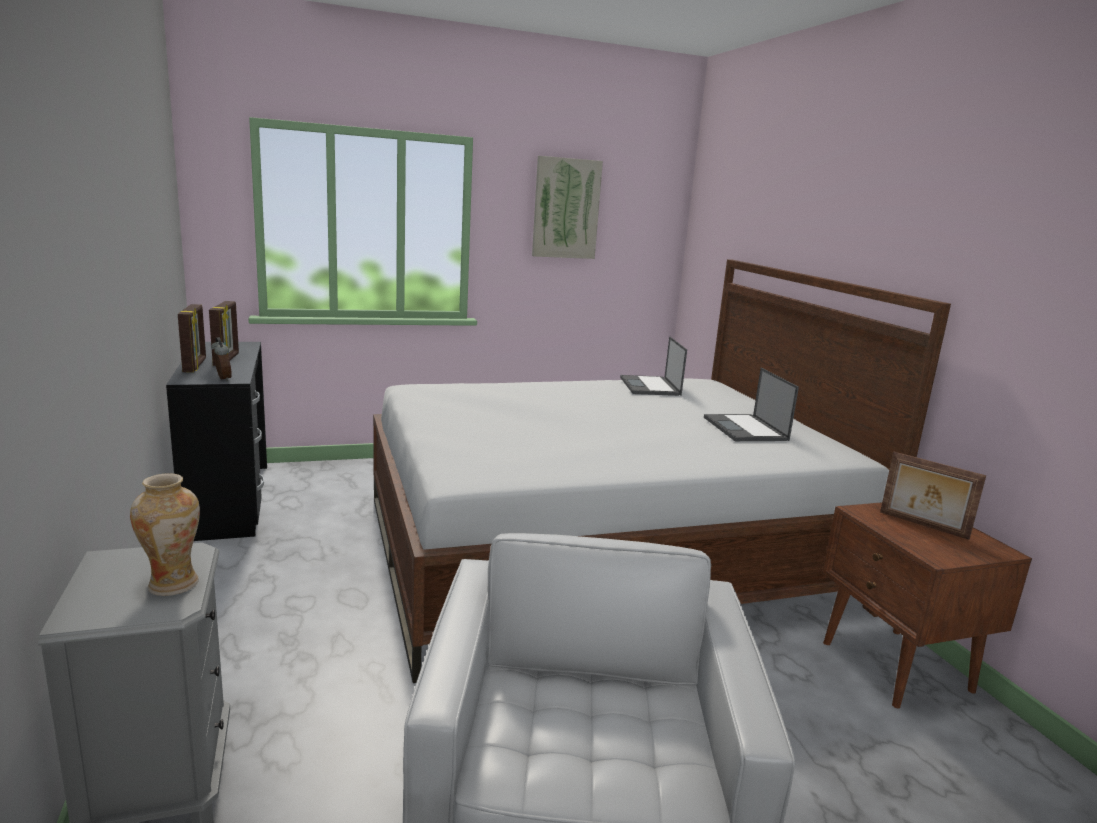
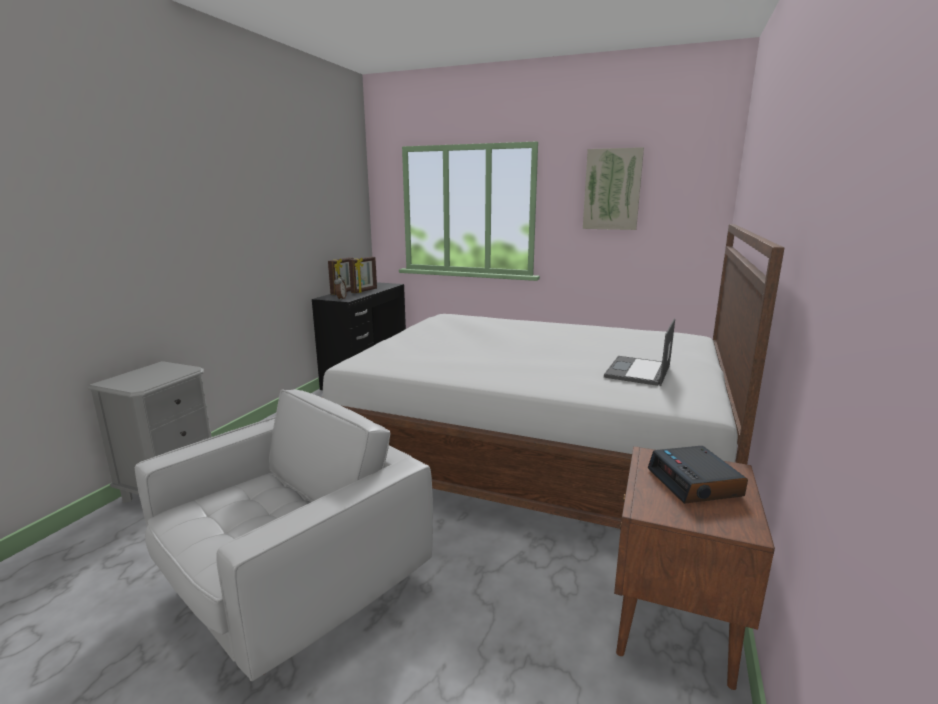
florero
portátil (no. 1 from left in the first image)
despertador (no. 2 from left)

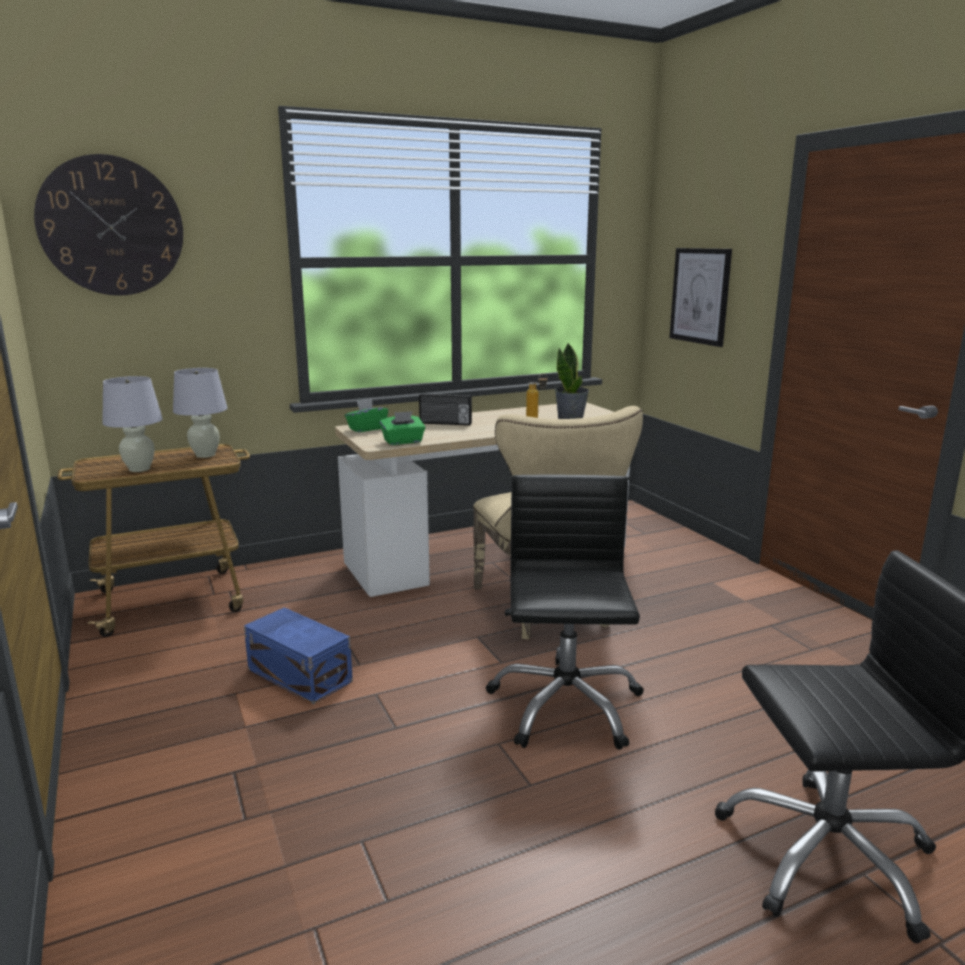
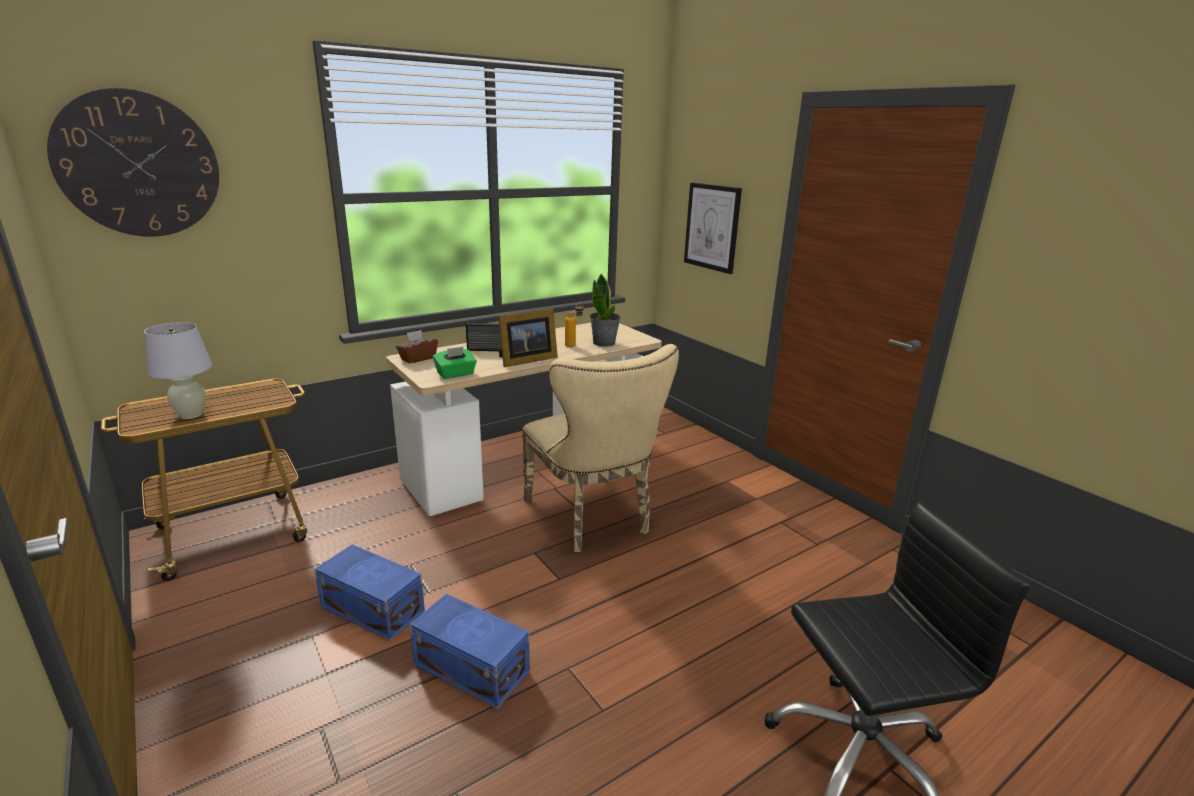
lámpara de mesa (blanco) (no. 2 from left in the first image)
silla de oficina (negro) (no. 1 from left in the first image)
caja de almacenaje (azul) (no. 2 from left)
portarretratos
caja de pañuelos (marrón)

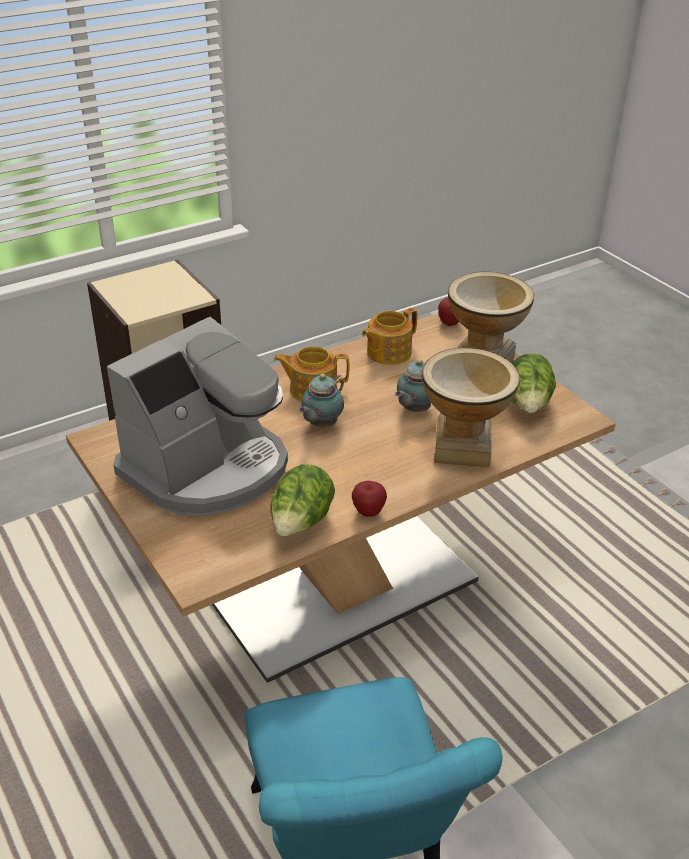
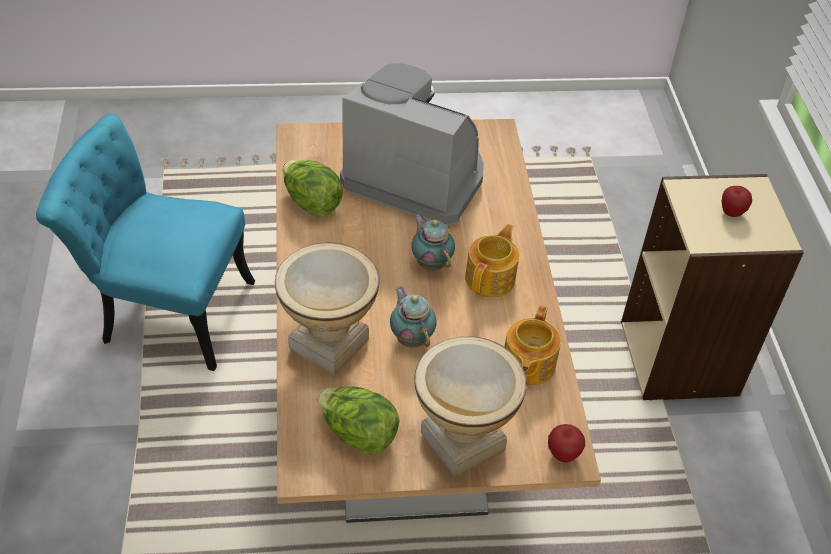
manzana (no. 2 from left)
cafetera
tetera (no. 4 from left)

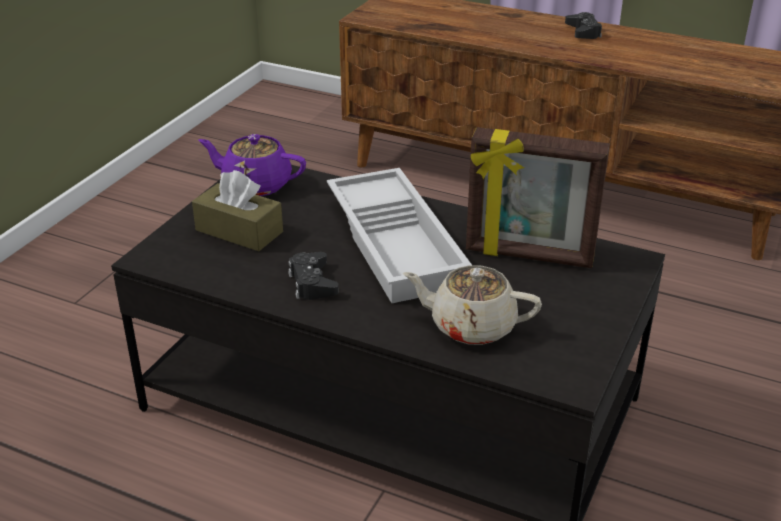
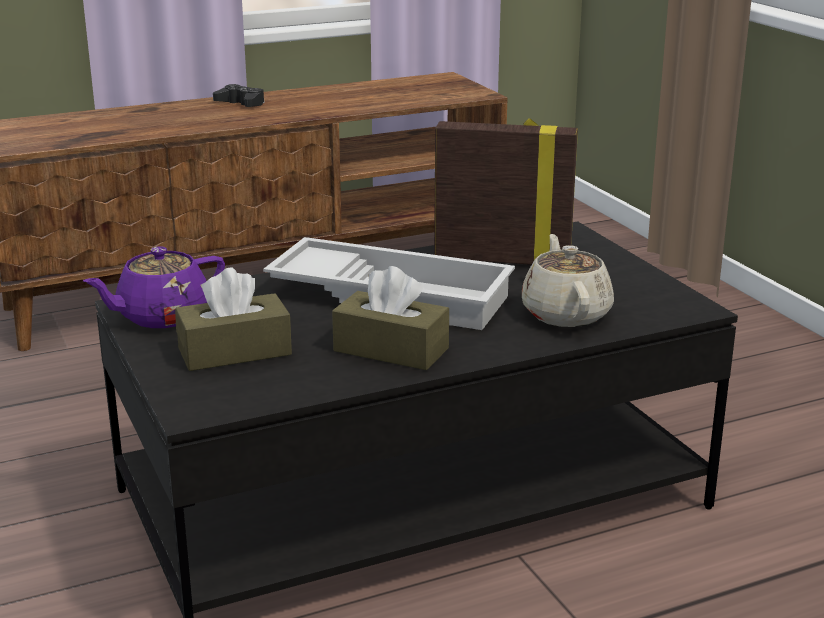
caja de pañuelos (marrón) (no. 2 from left)
tetera (beis)
portarretratos

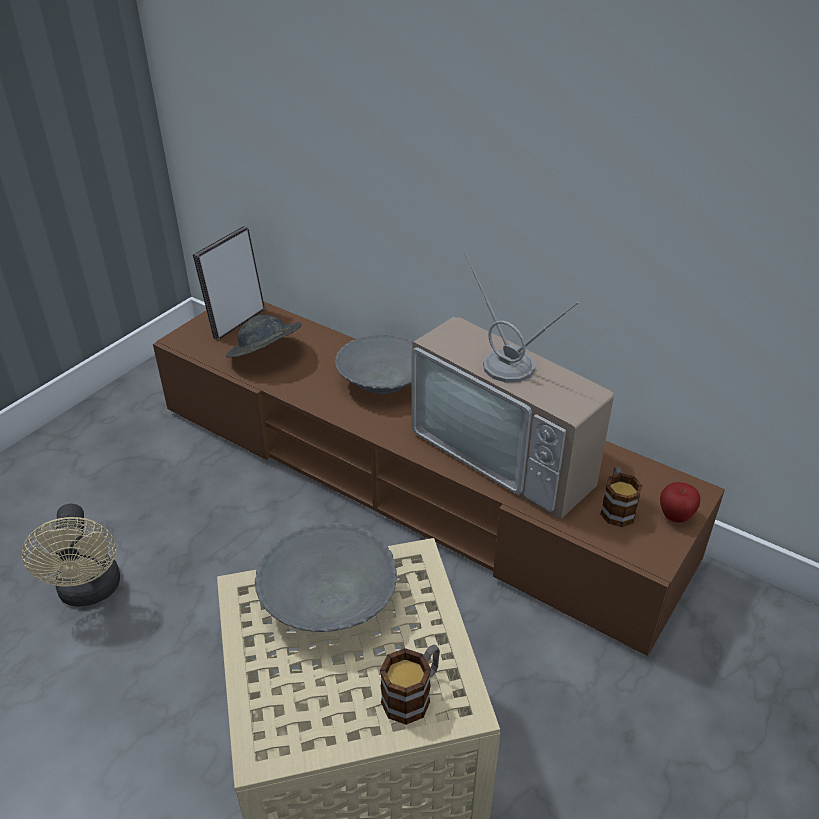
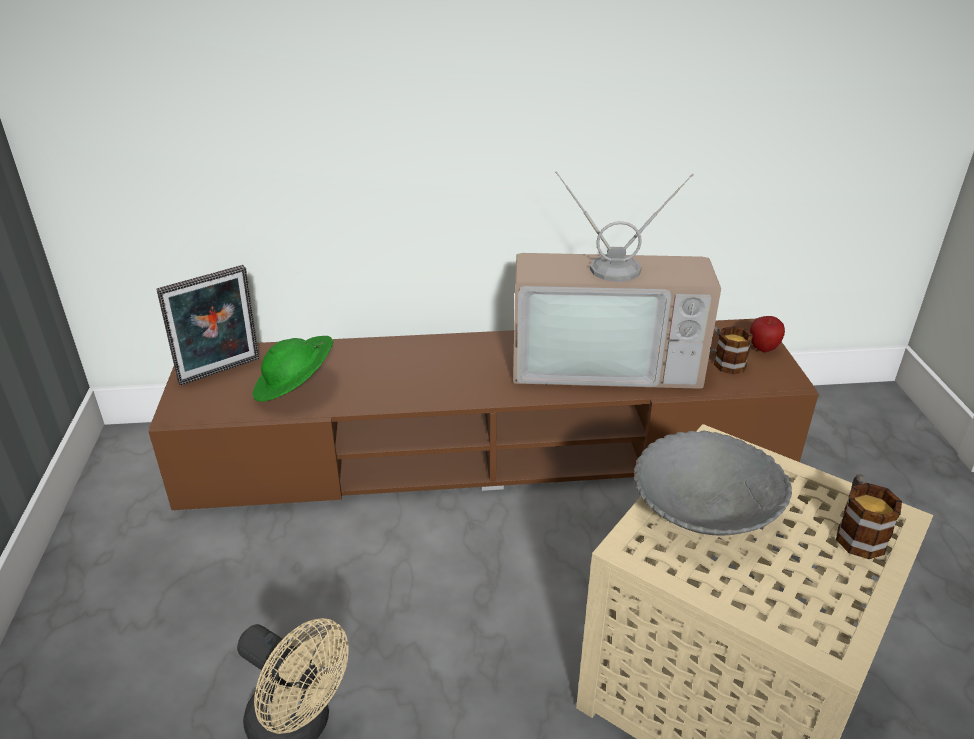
cuenco (gris) (no. 2 from left in the first image)
sombrero (verde)
portarretratos

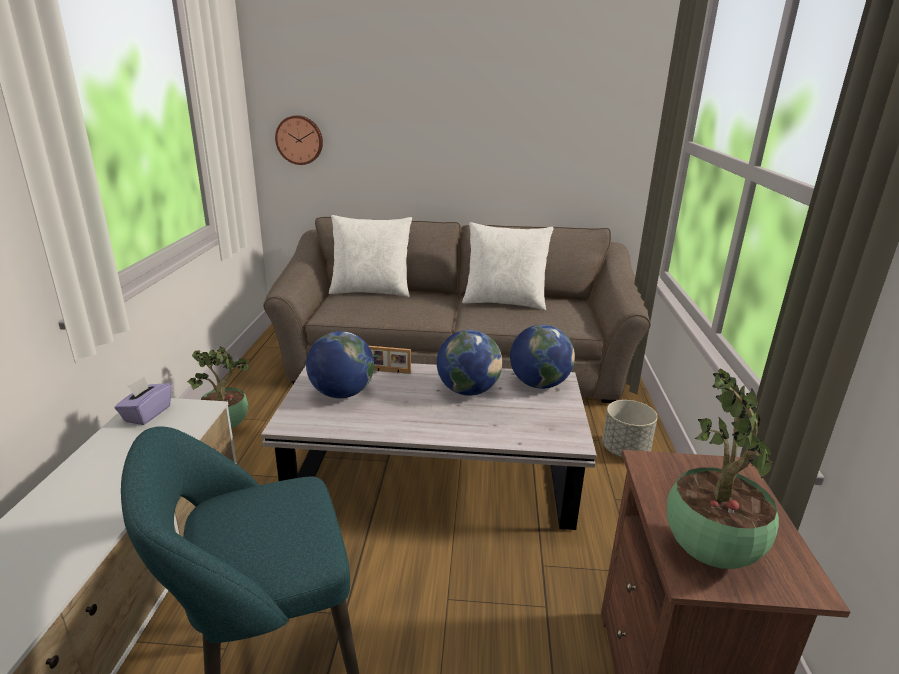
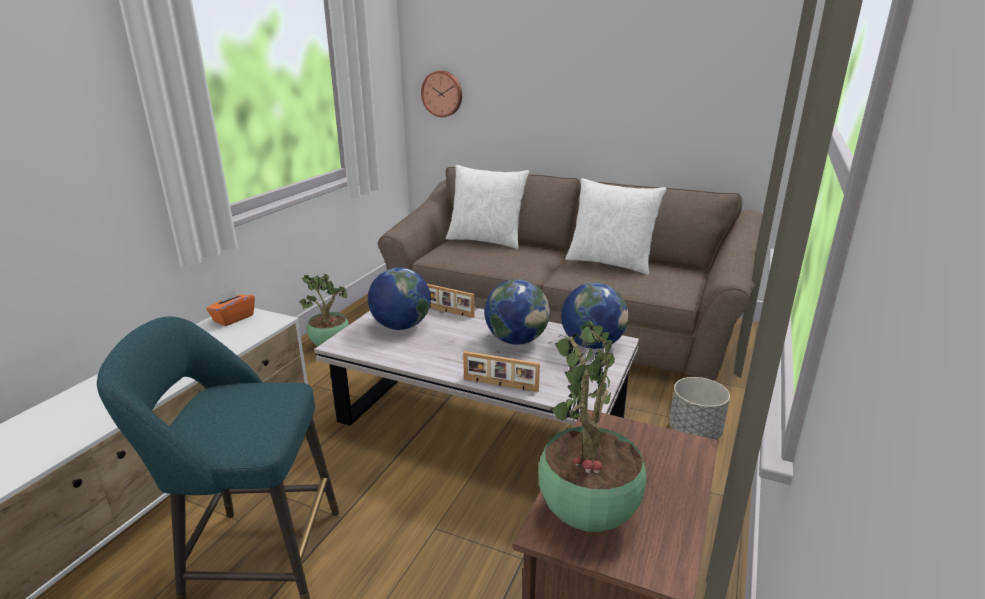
portarretratos (no. 2 from left)
caja de pañuelos (naranja)

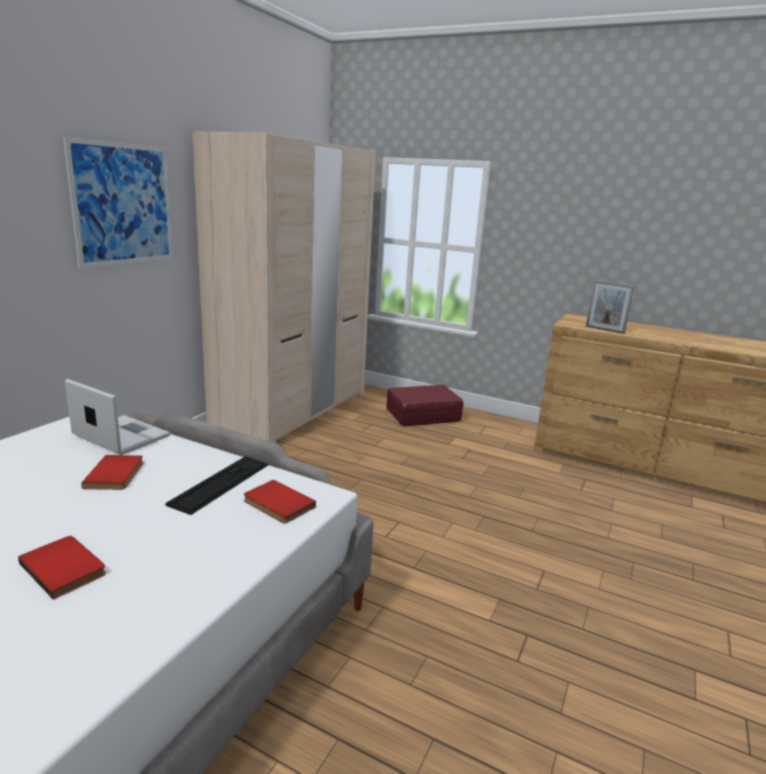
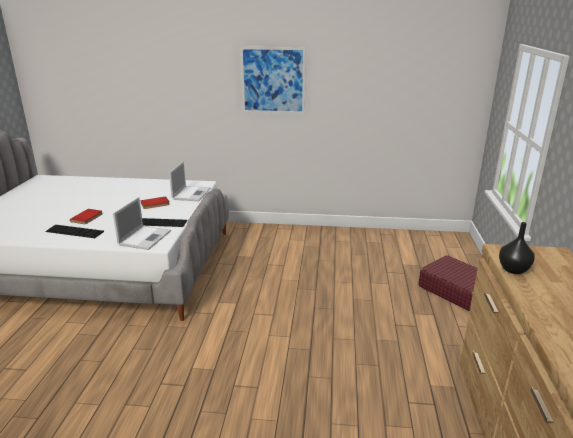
armario ropero (beis)
teclado (no. 1 from left)
portátil (no. 1 from left)
florero (negro)

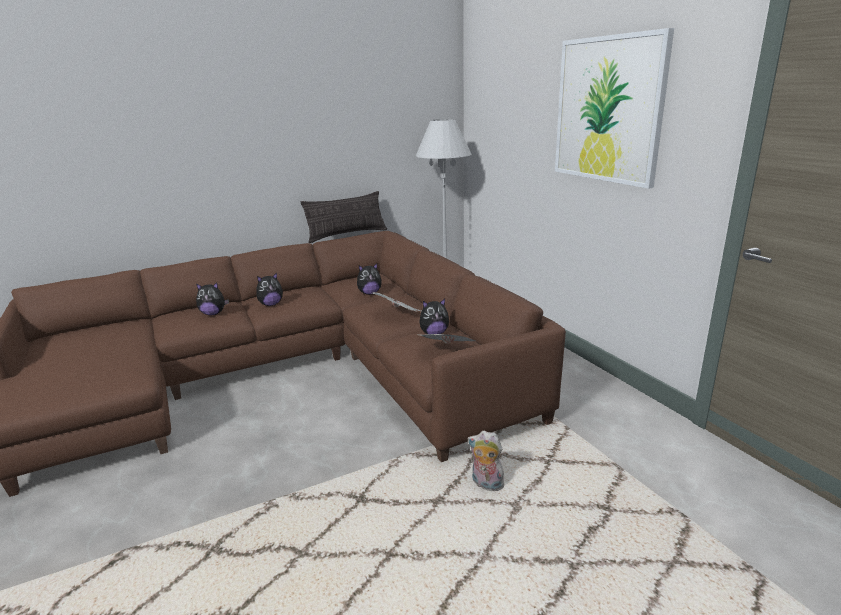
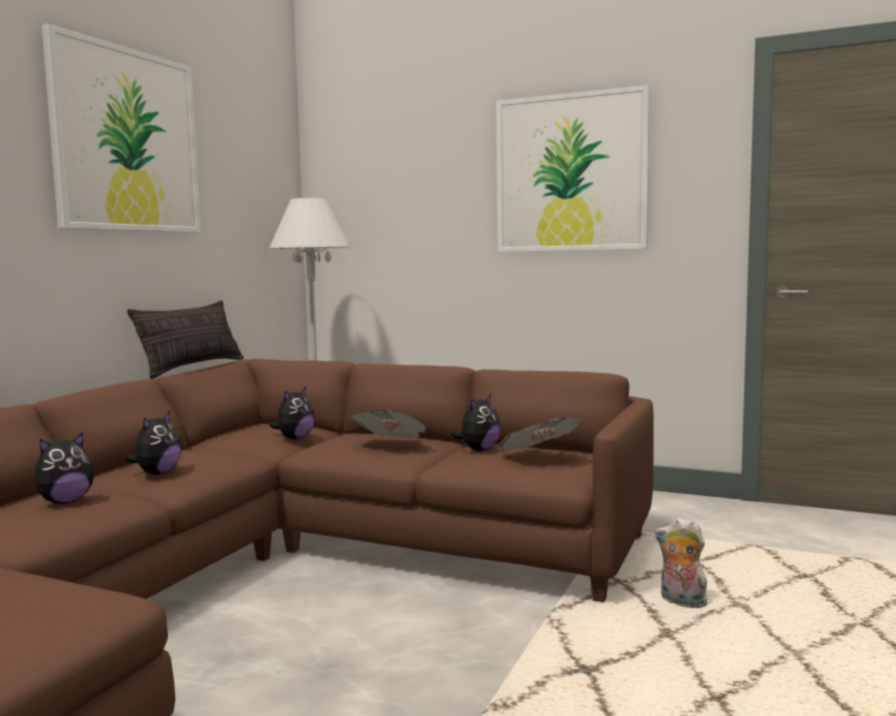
cuadro (no. 1 from left)
peluche (no. 5 from left)

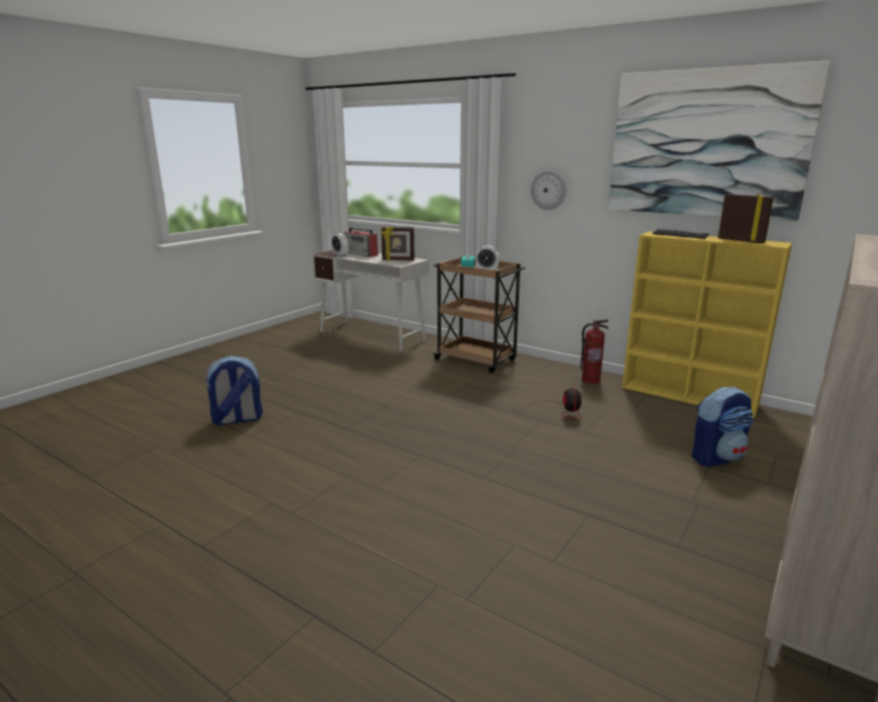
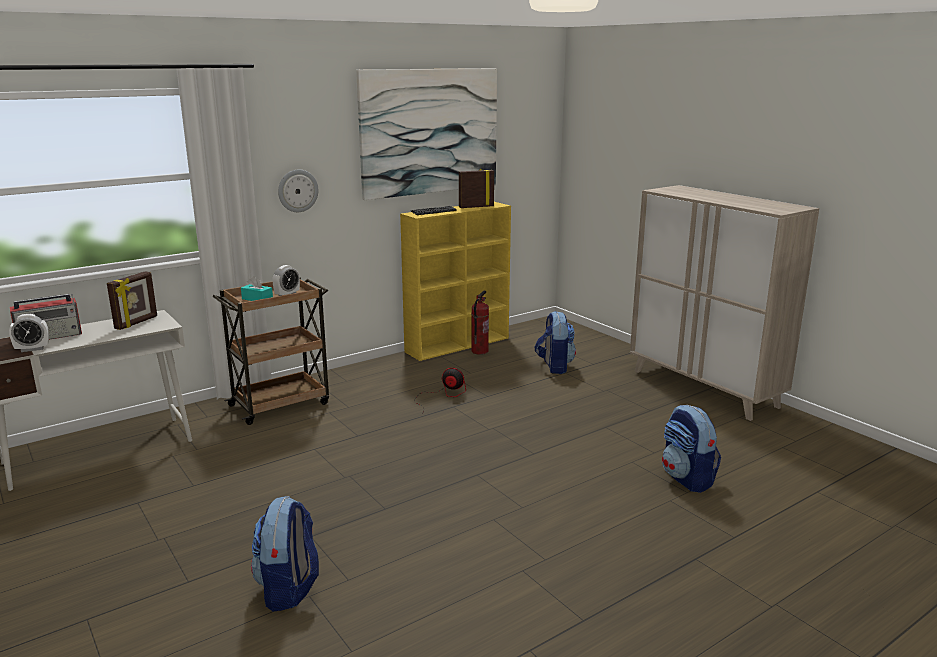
mochila (no. 3 from left)
extintor

